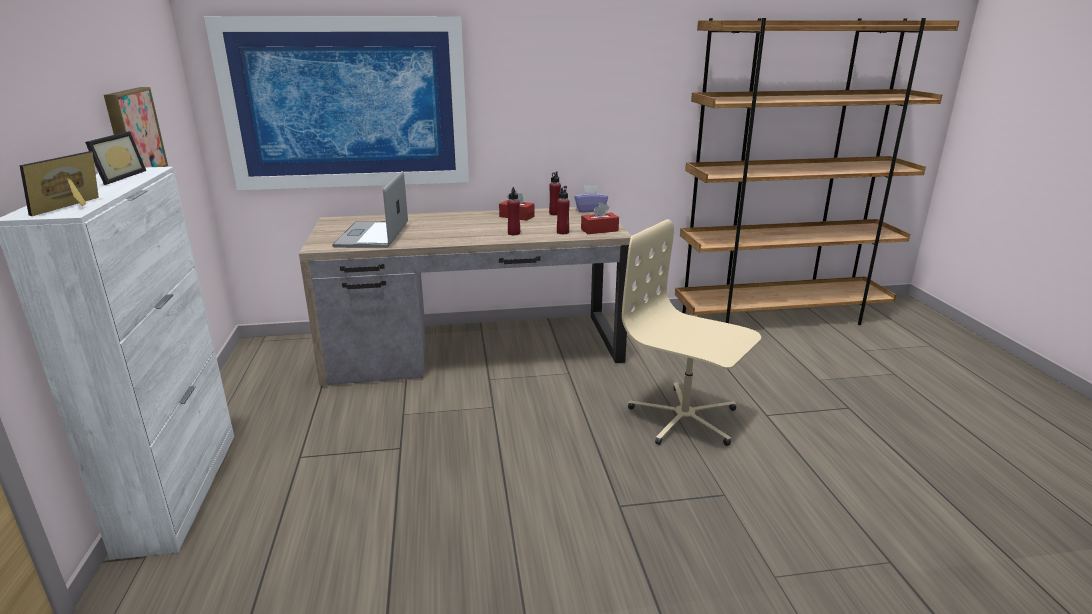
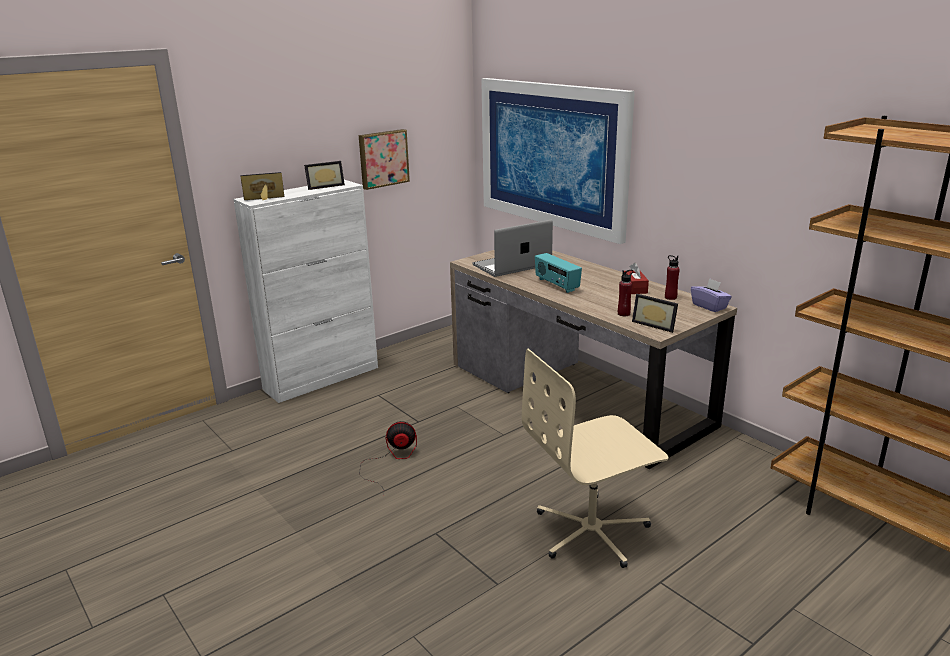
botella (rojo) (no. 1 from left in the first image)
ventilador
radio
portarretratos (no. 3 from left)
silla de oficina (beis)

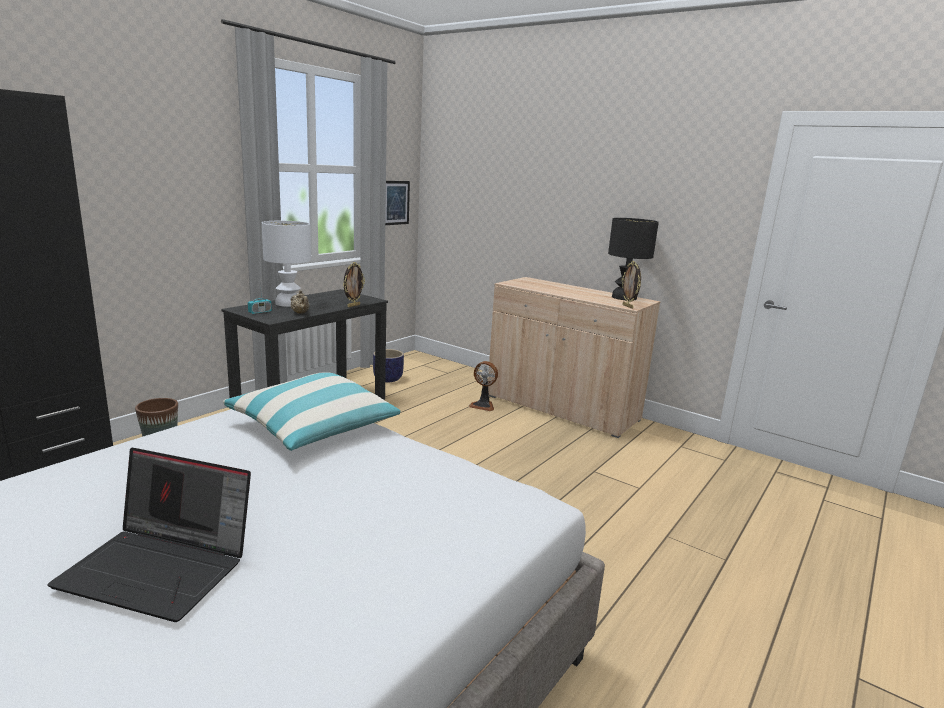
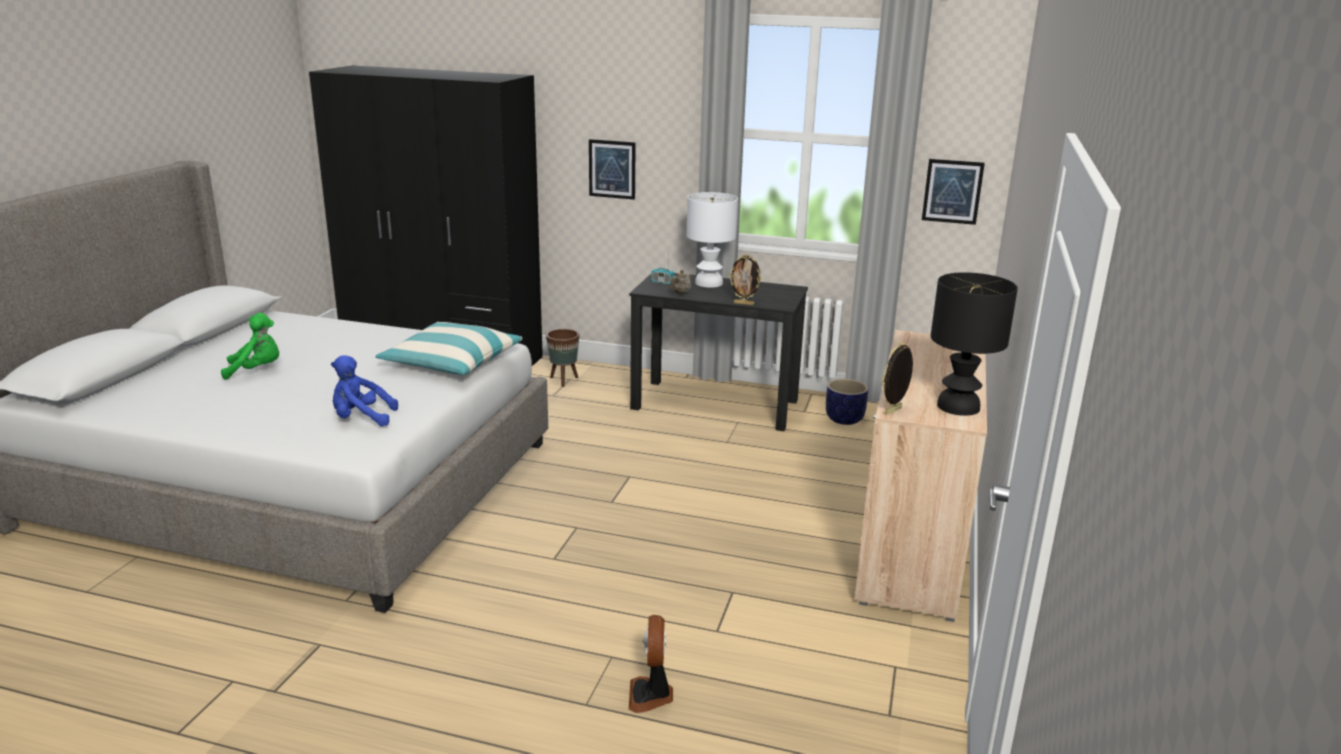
peluche (azul)
cuadro (no. 1 from left)
ventilador
peluche (verde)

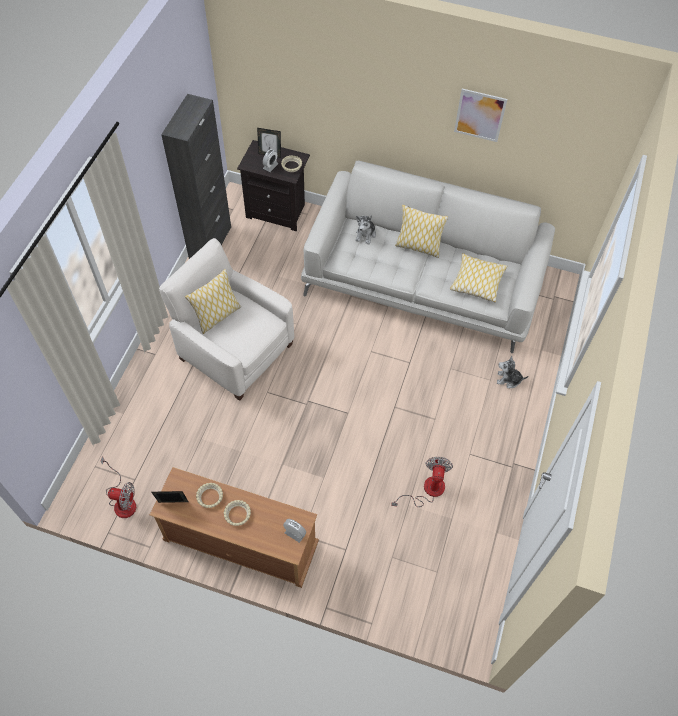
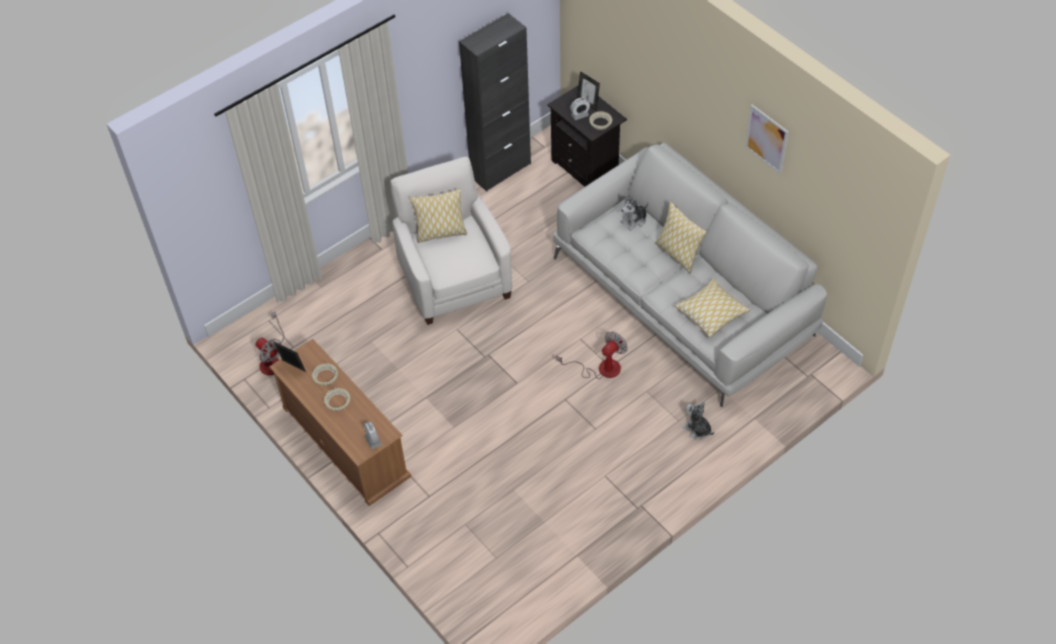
ventilador (no. 2 from left)

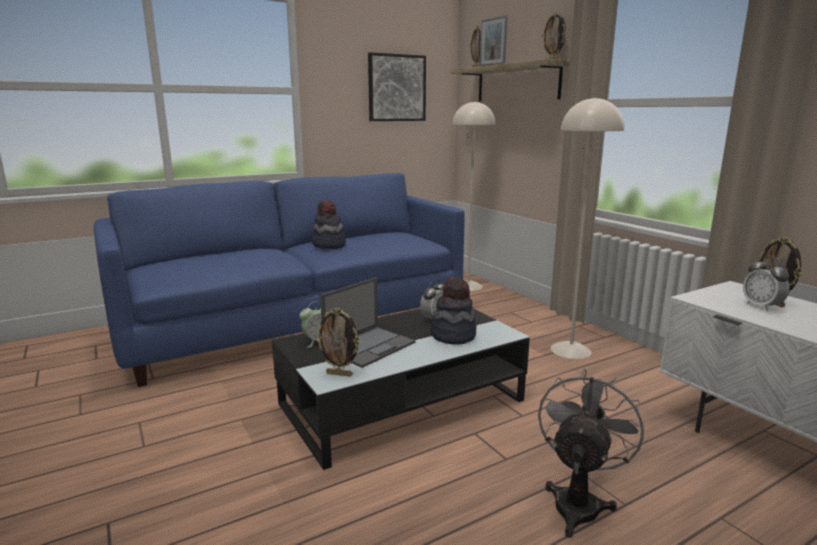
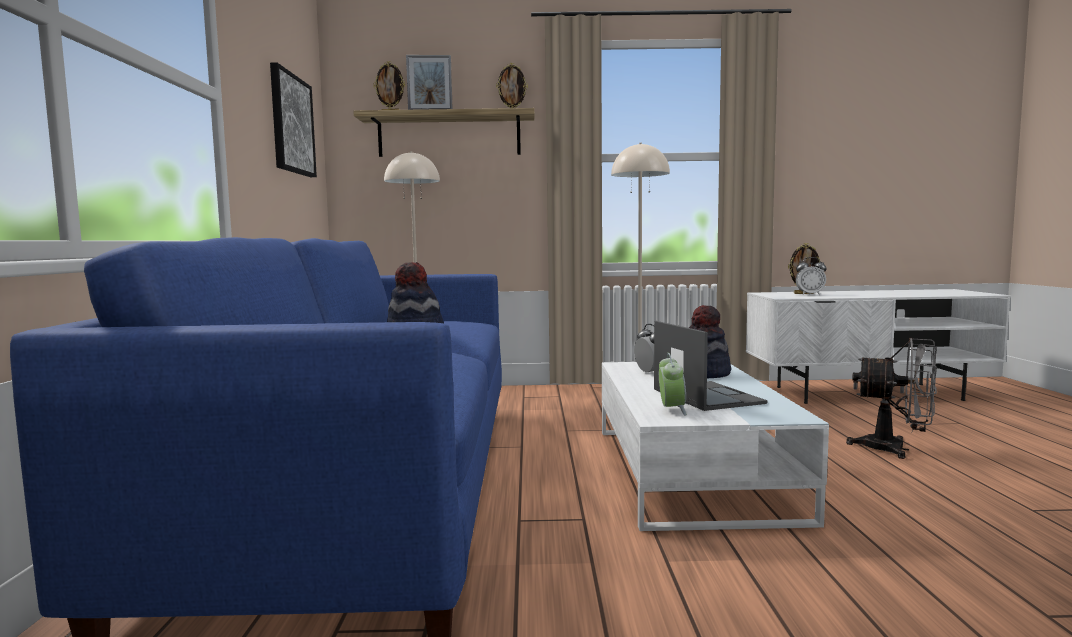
portarretratos (no. 1 from left in the first image)
mesa de centro (blanco)
ventilador (gris)

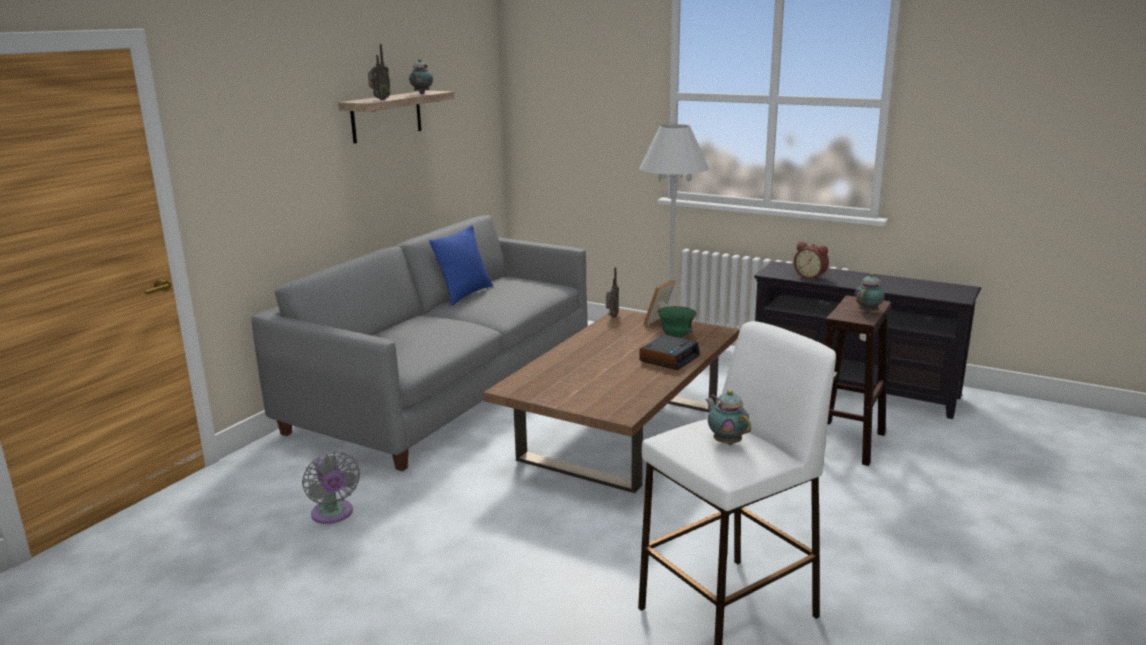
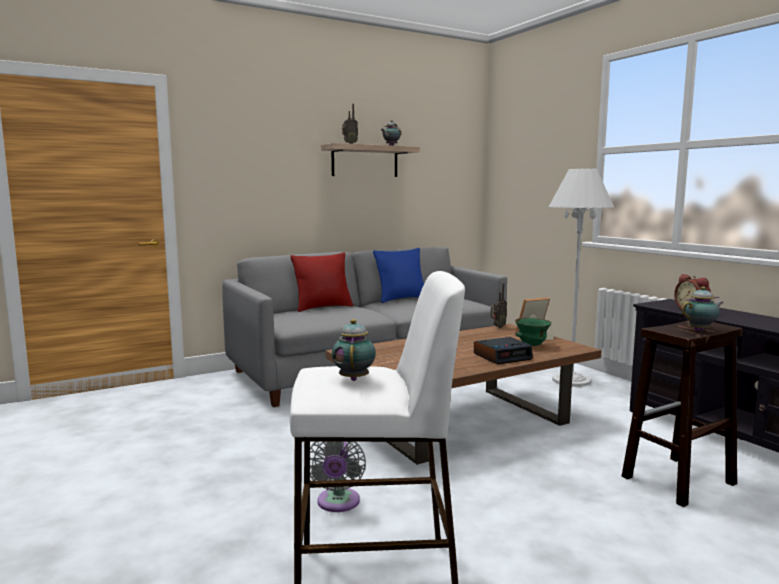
cojín (rojo)
ventilador (gris)

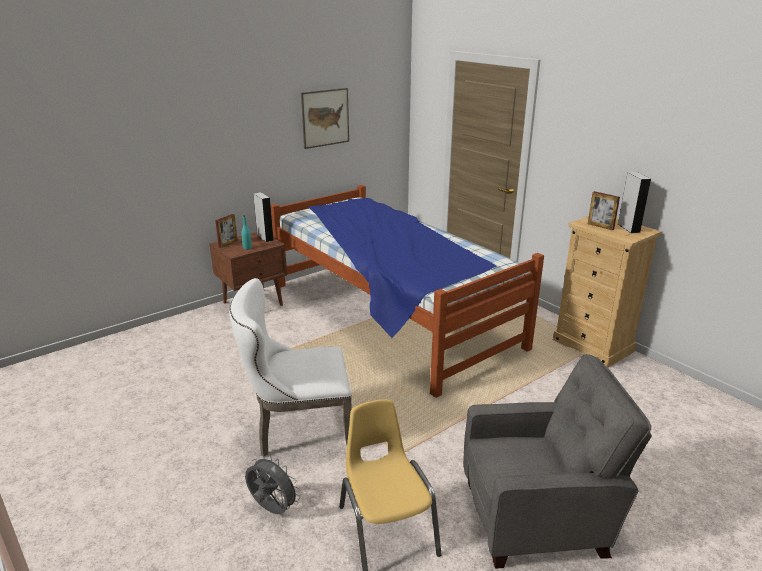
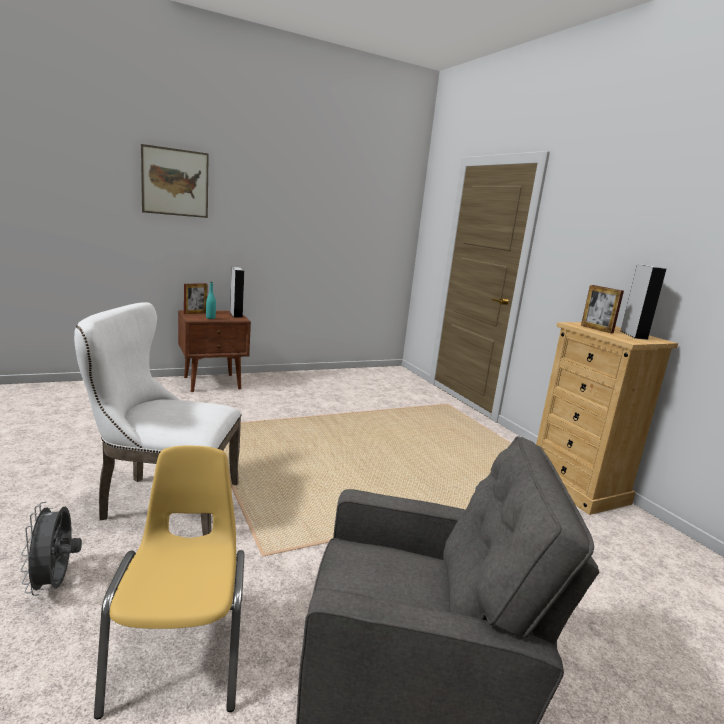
cama
cuadro
ventilador (gris)

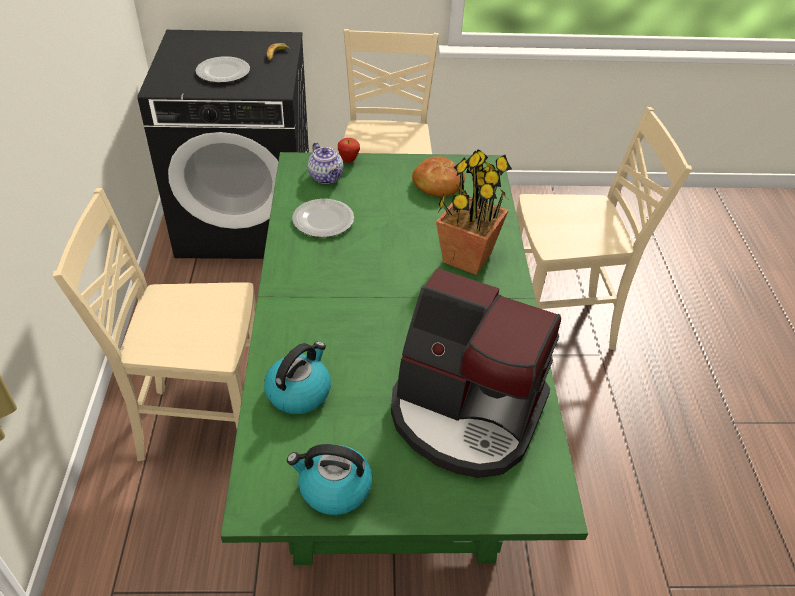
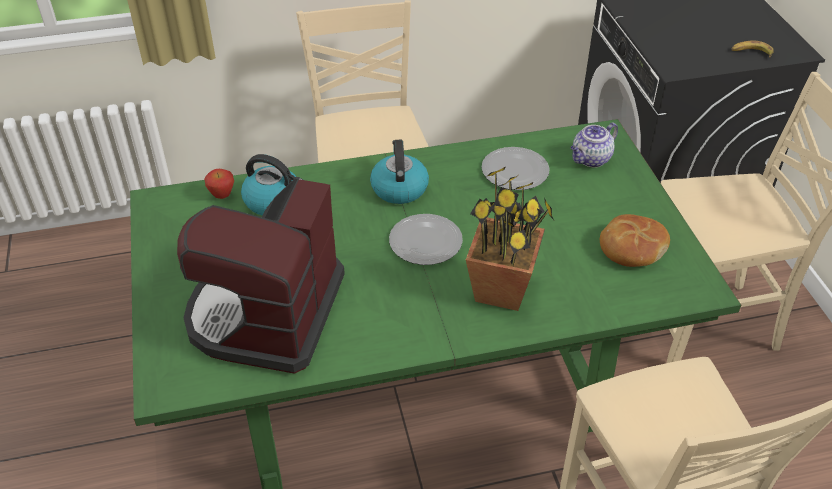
plato (no. 1 from left)
hervidor (no. 2 from left)
manzana

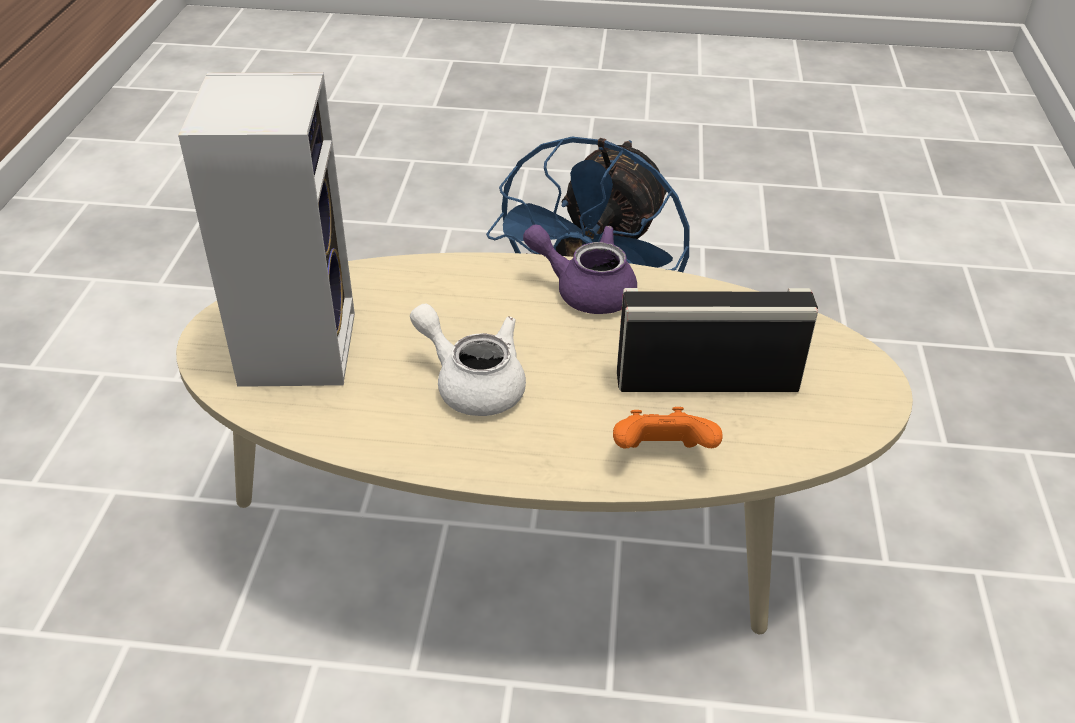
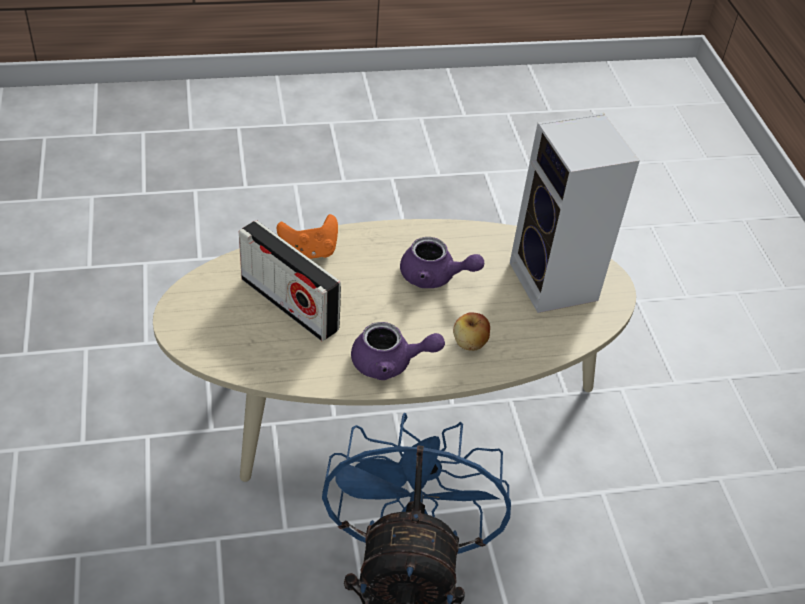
manzana
tetera (morado) (no. 2 from left)
radio

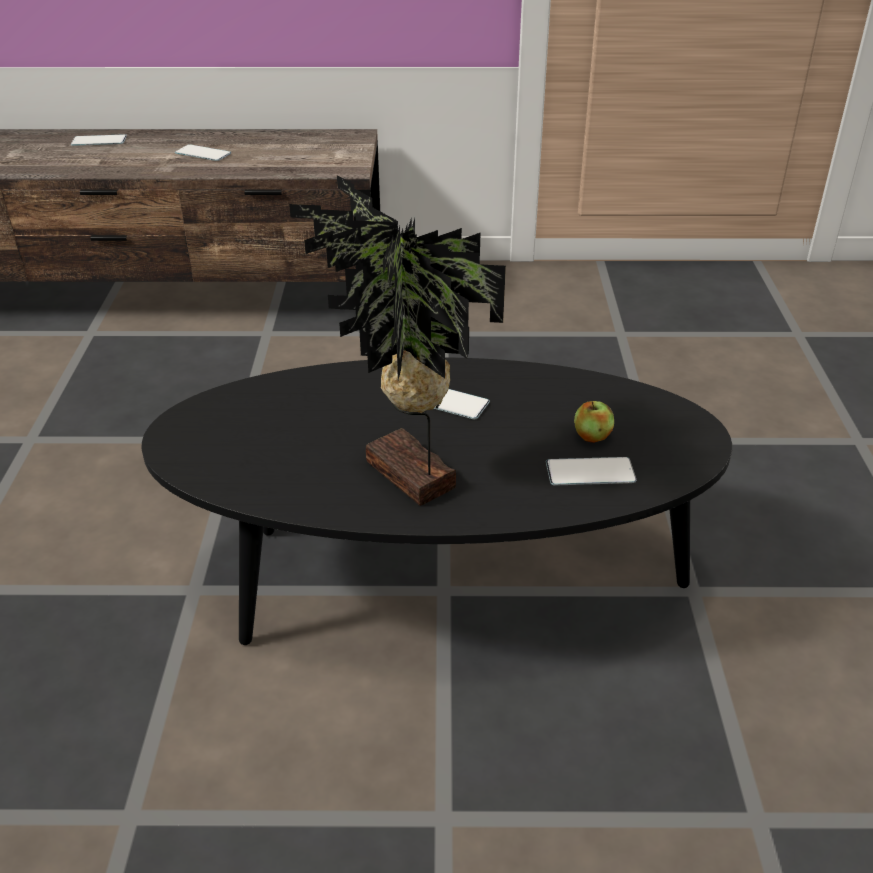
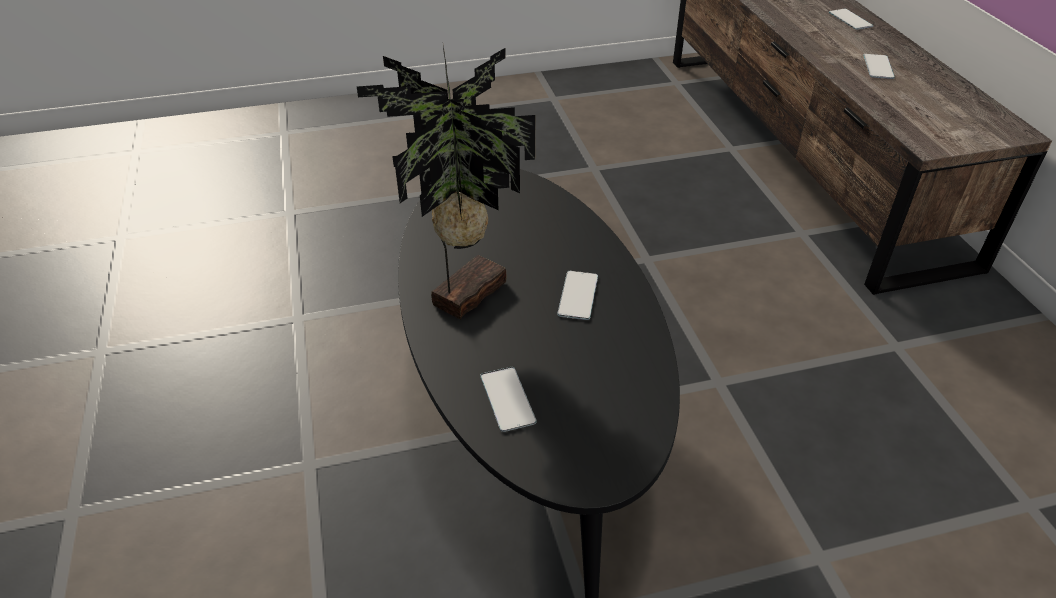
manzana

